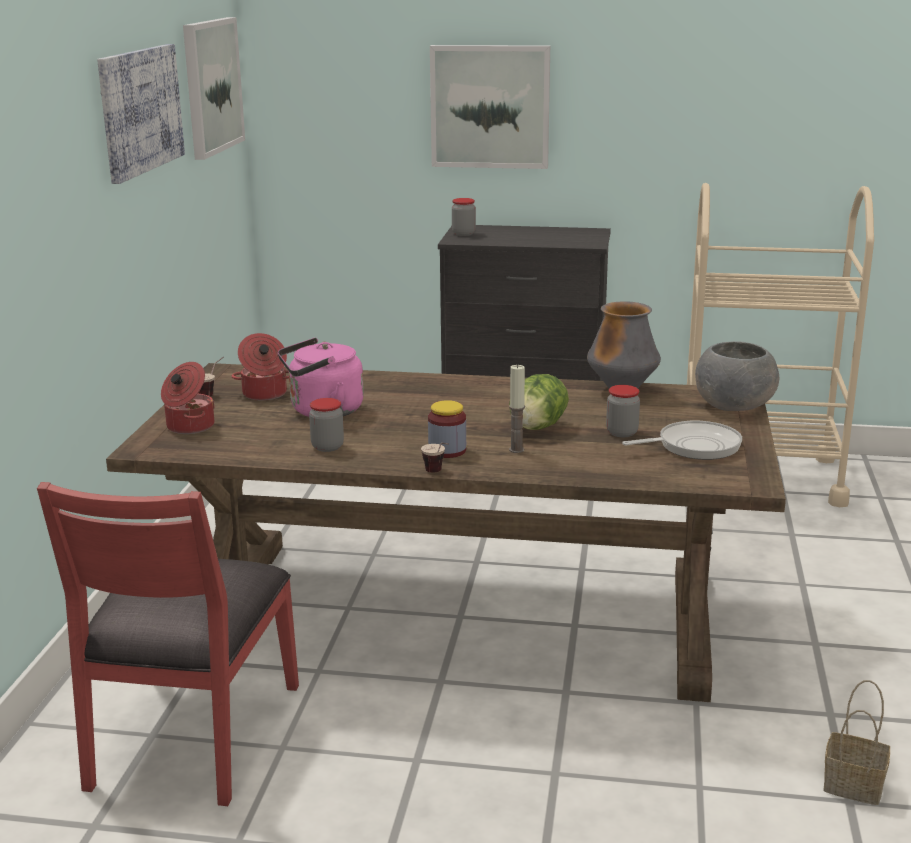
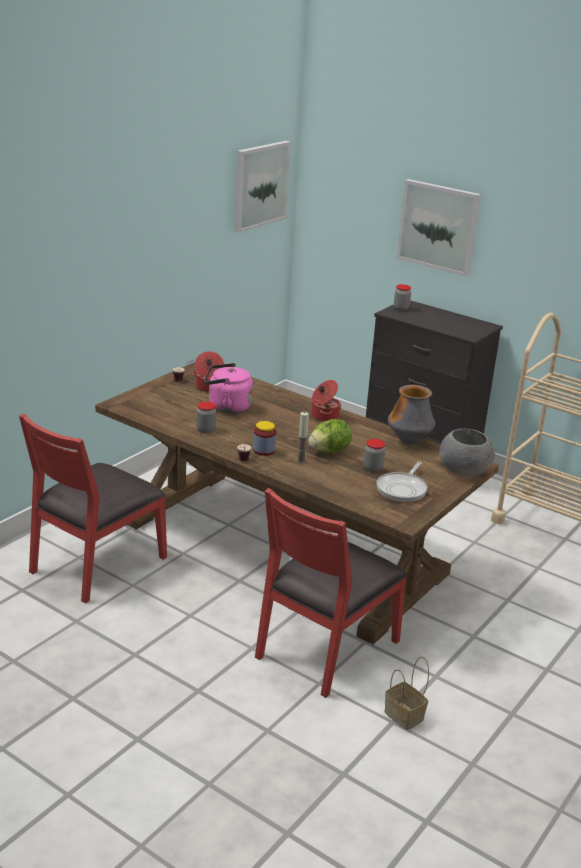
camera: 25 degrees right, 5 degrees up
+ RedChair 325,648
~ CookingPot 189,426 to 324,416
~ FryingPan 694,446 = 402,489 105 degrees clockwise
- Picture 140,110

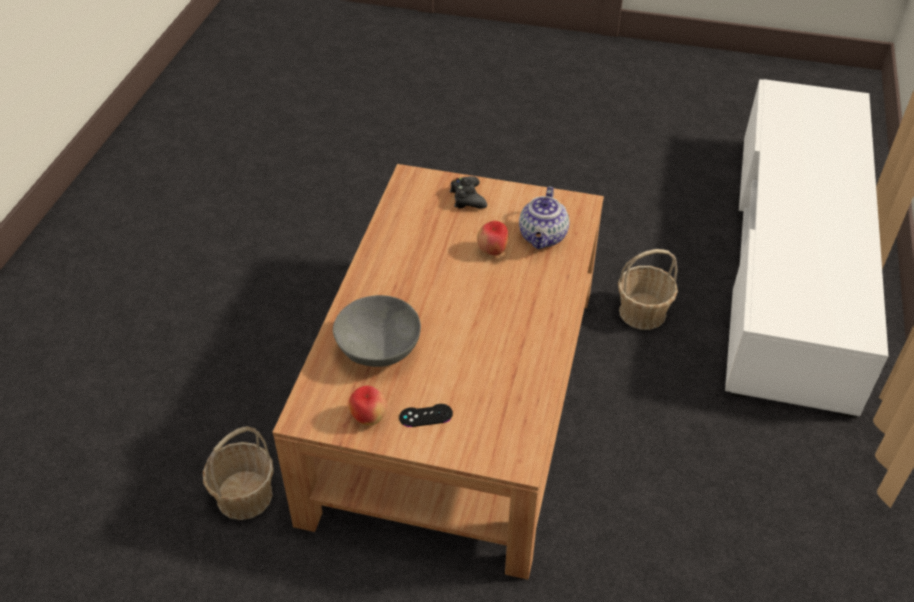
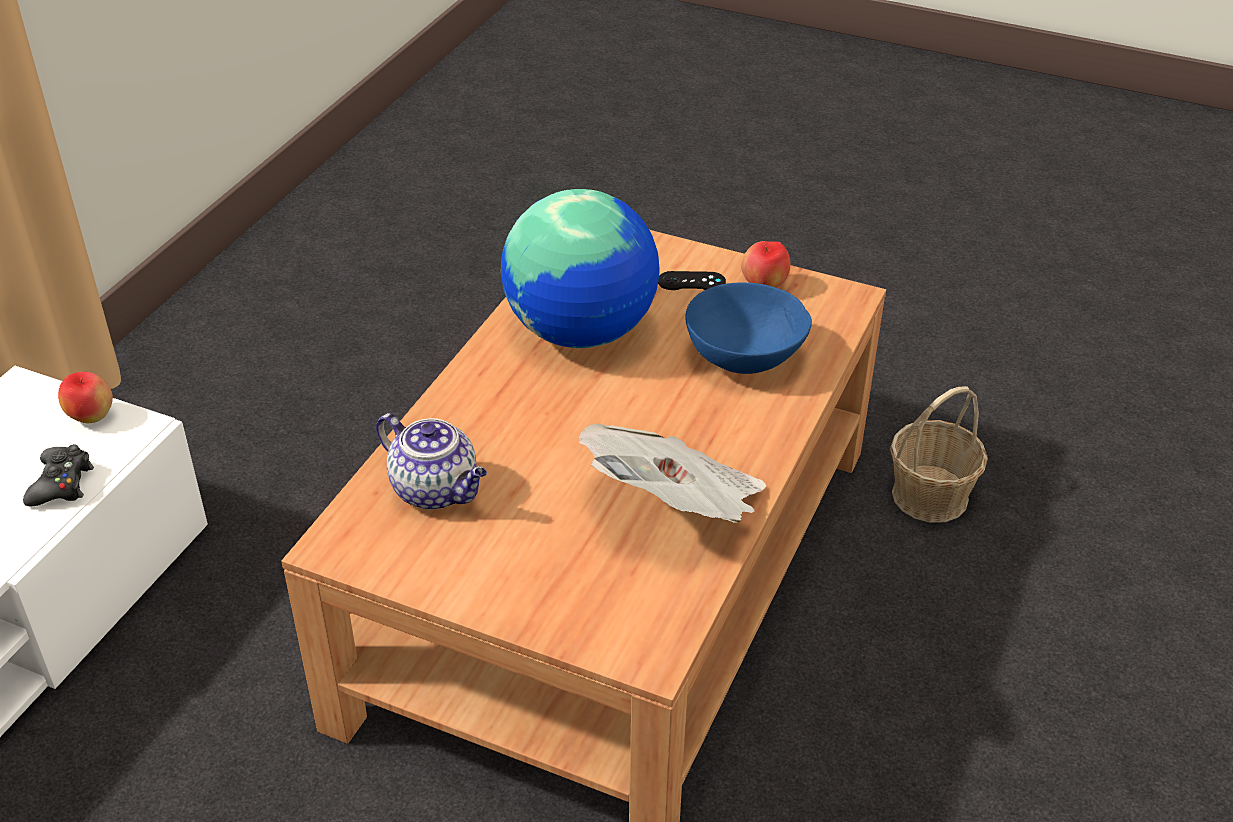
camera: 170 degrees left, 5 degrees down
~ BlackGameController 467,198 to 61,484
~ Apple 492,251 to 91,417
~ Teapot 543,237 = 437,490 105 degrees clockwise
+ Globe 582,332
+ Newspaper 676,507
~ GreyBowl 379,350 to BlueBowl 744,357
- Basket 643,312

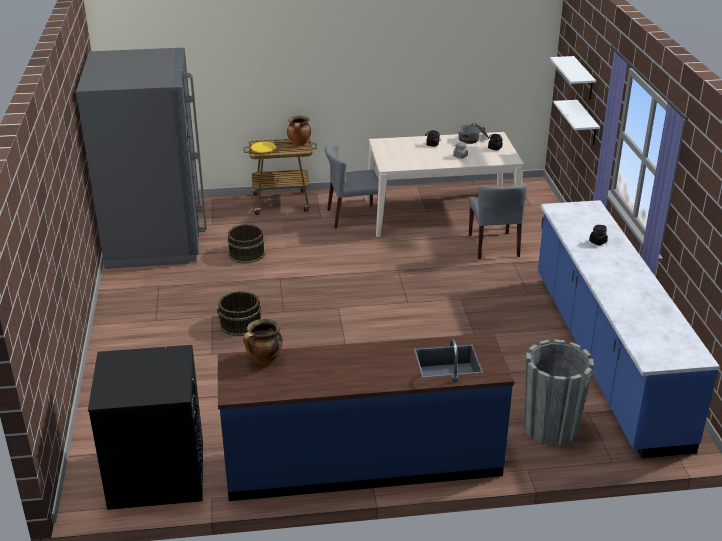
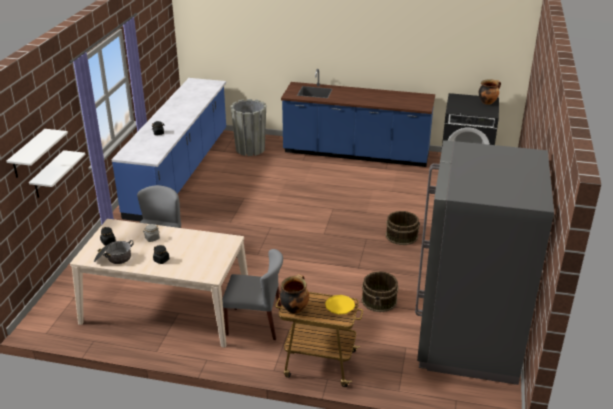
camera: 160 degrees left, 0 degrees up
~ CookingPot 264,360 to 487,102

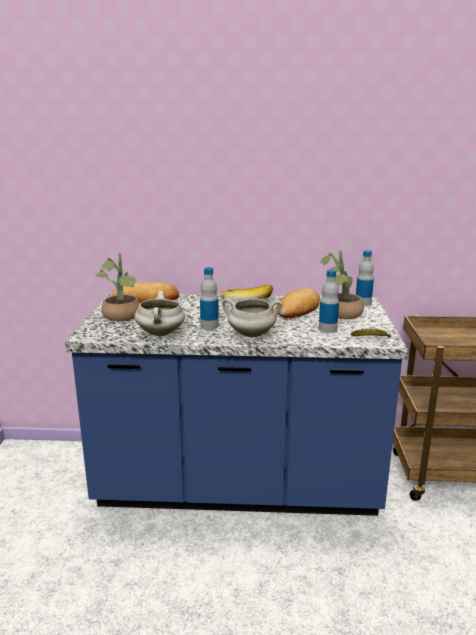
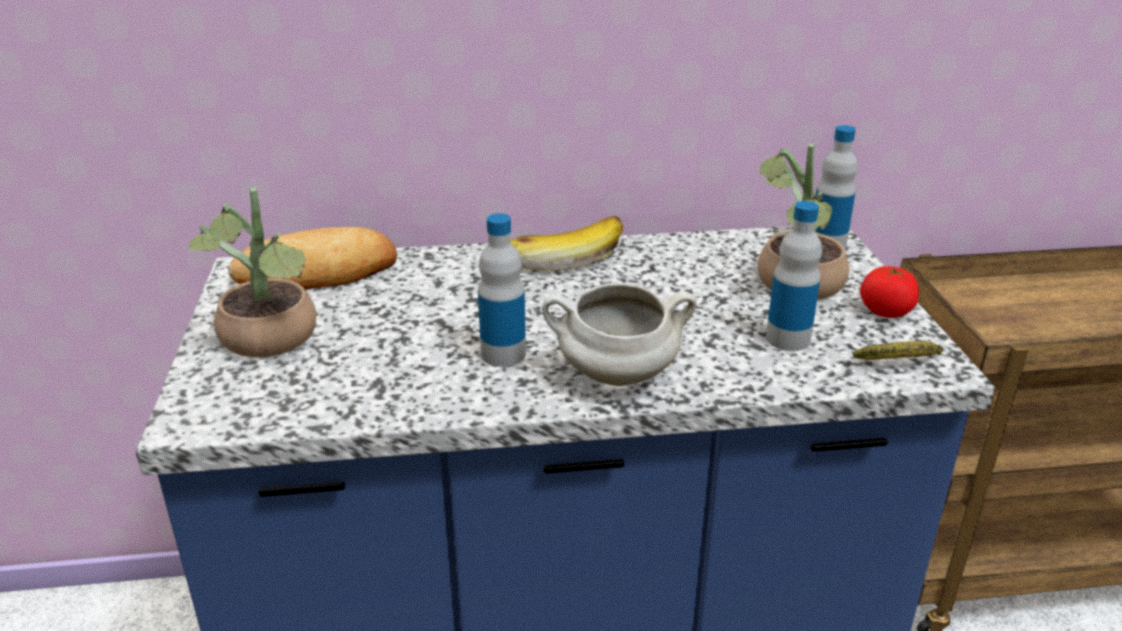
camera: 10 degrees left, 10 degrees up
+ Tomato 885,311
- WhiteCookingPot 161,334
- Bread 298,309

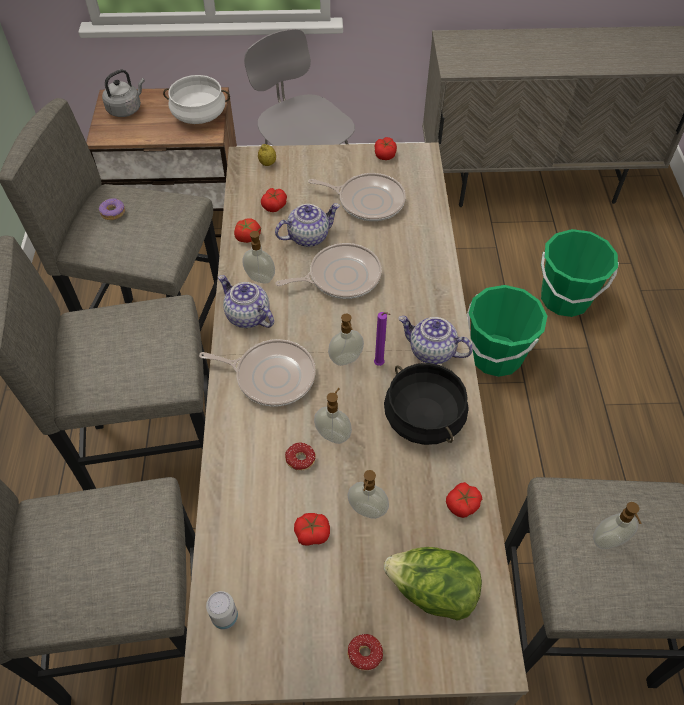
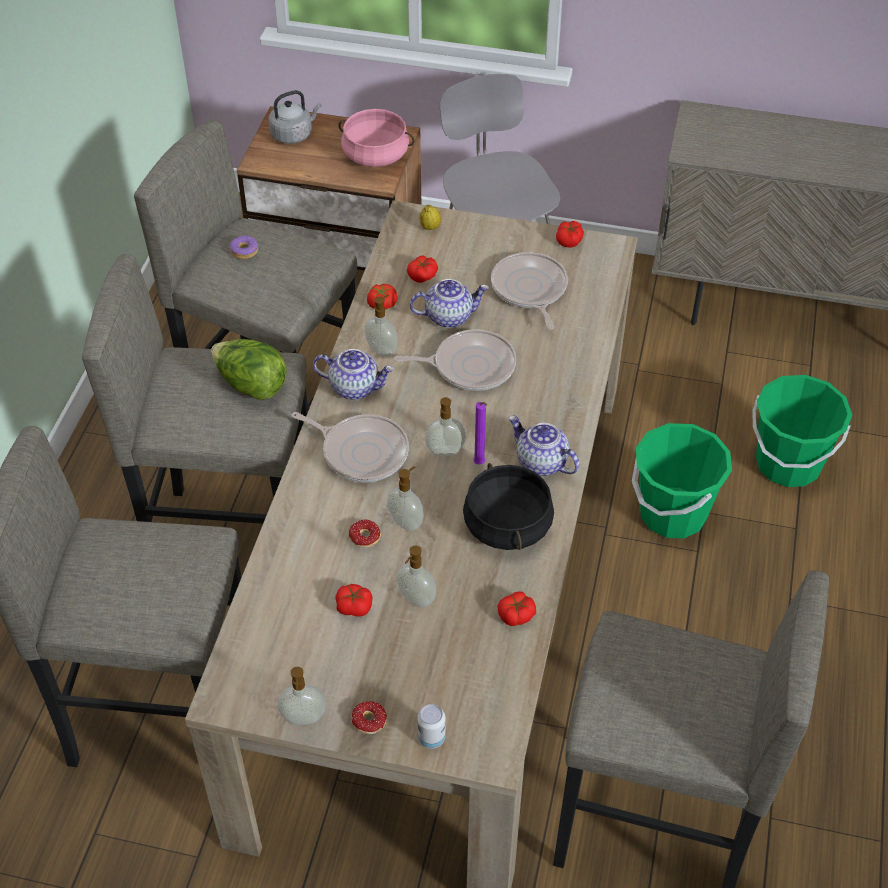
camera: 15 degrees right, 5 degrees down
~ Lettuce 432,591 to 251,385
~ SoapDispenser 608,541 to 303,719
~ Teapot 247,316 = 355,387 135 degrees clockwise
~ WhiteCookingPot 199,114 to PinkCookingPot 376,155
~ Can 225,617 to 431,738
~ FryingPan 368,201 = 529,290 135 degrees counterclockwise

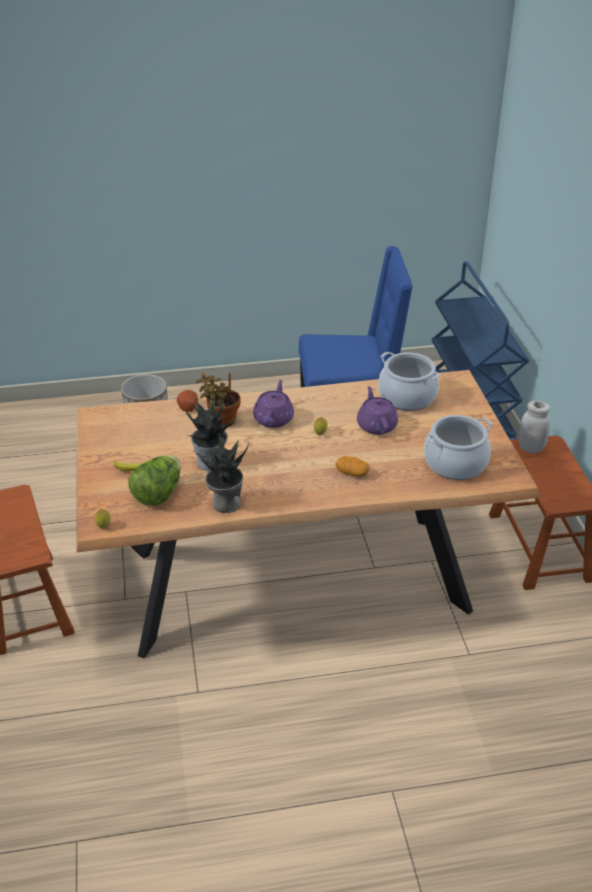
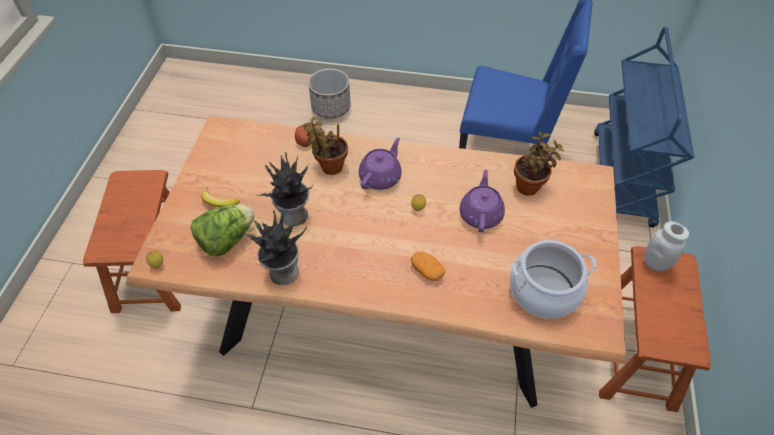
camera: 20 degrees right, 15 degrees up
~ CookingPot 407,397 to PottedPlant 529,186

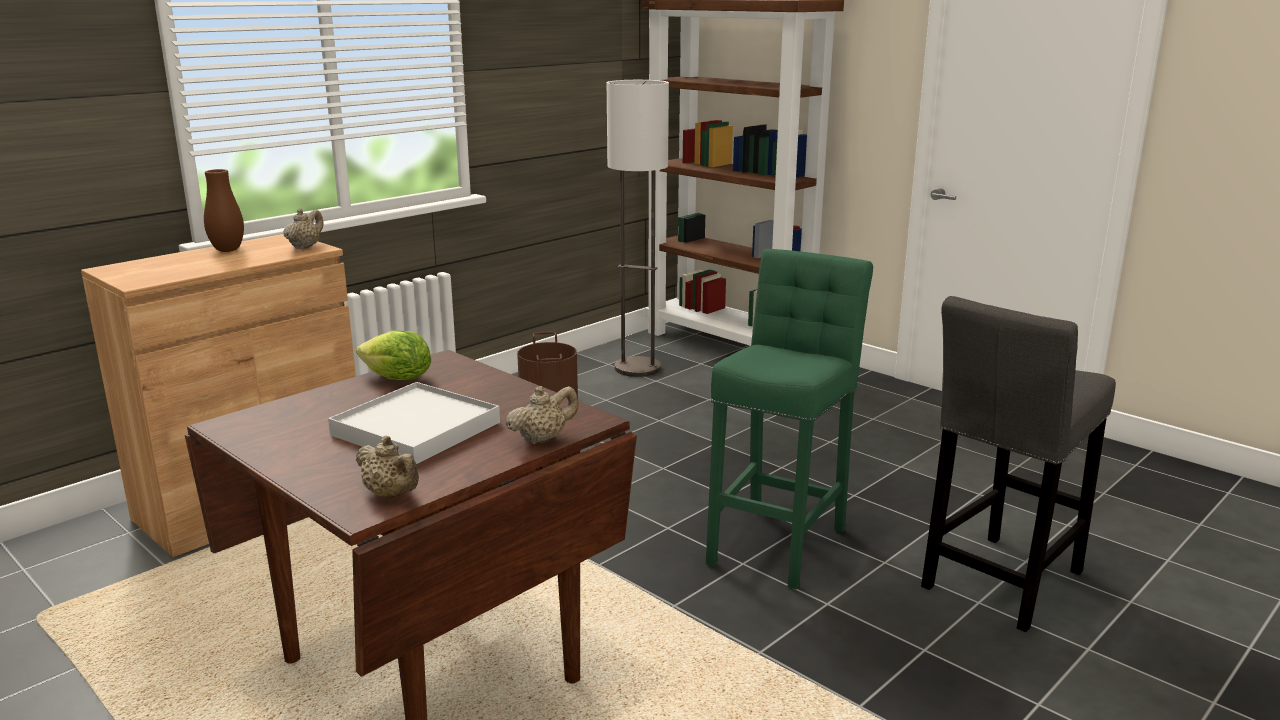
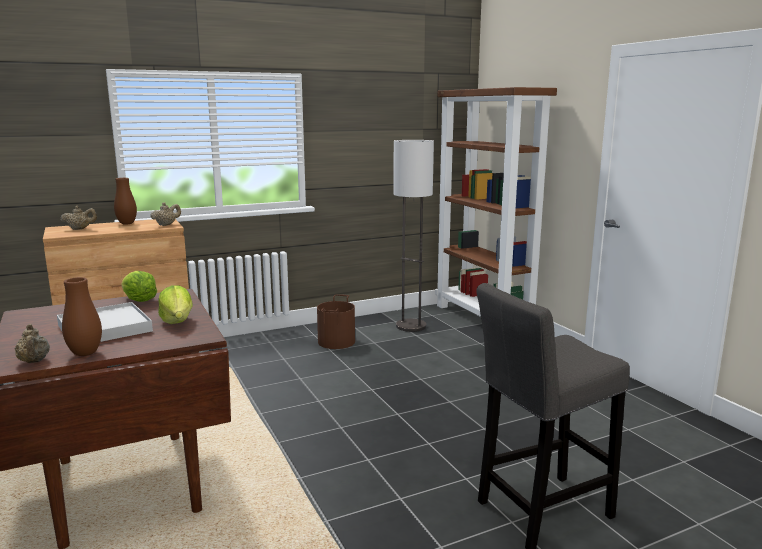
camera: 20 degrees right, 5 degrees down
~ BeigeTeapot 543,439 to 80,229
+ BrownVase 85,353
+ Lettuce 177,321
- GreenStool 779,541

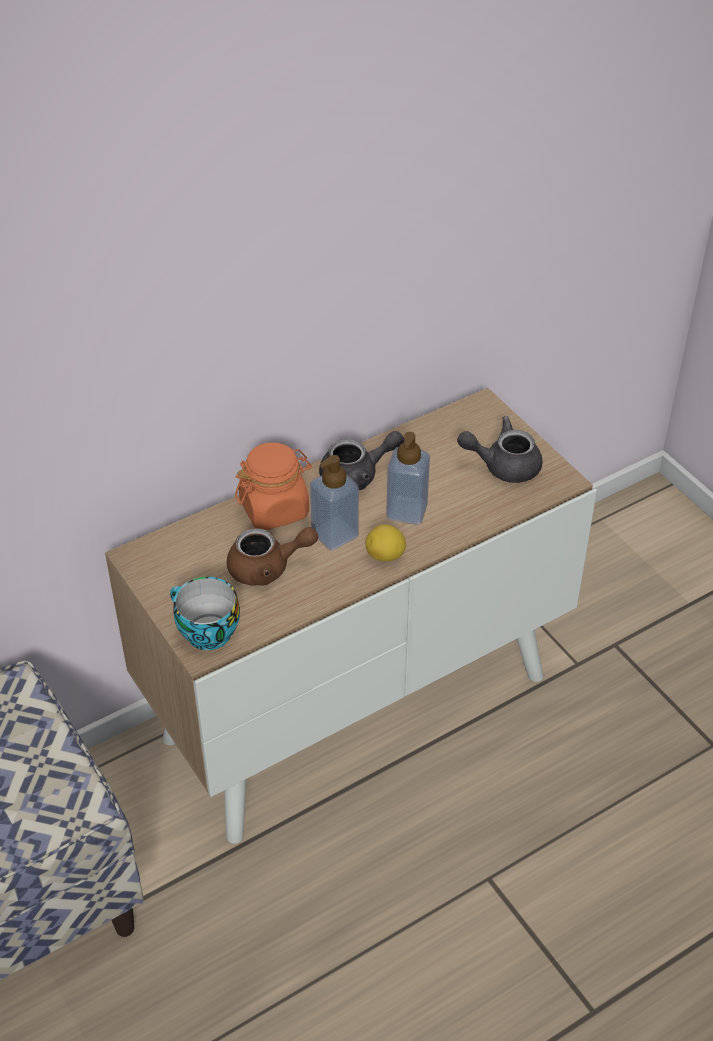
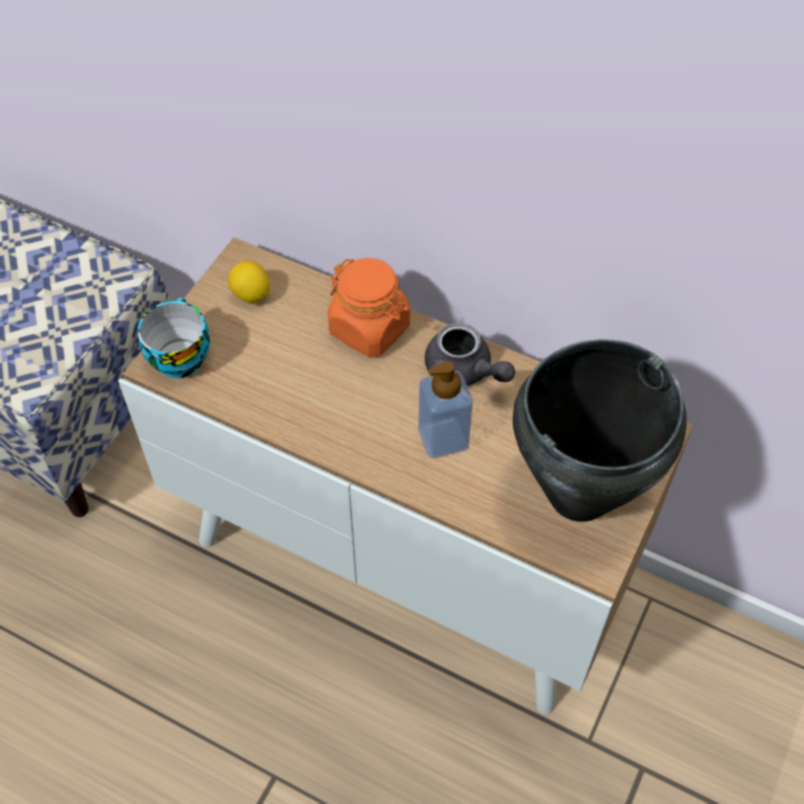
camera: 60 degrees right, 10 degrees up
~ Lemon 385,556 to 251,295
~ GreyTeapot 503,465 to BlackCookingPot 577,494
- BrownTeapot 268,568
- SoapDispenser 335,534

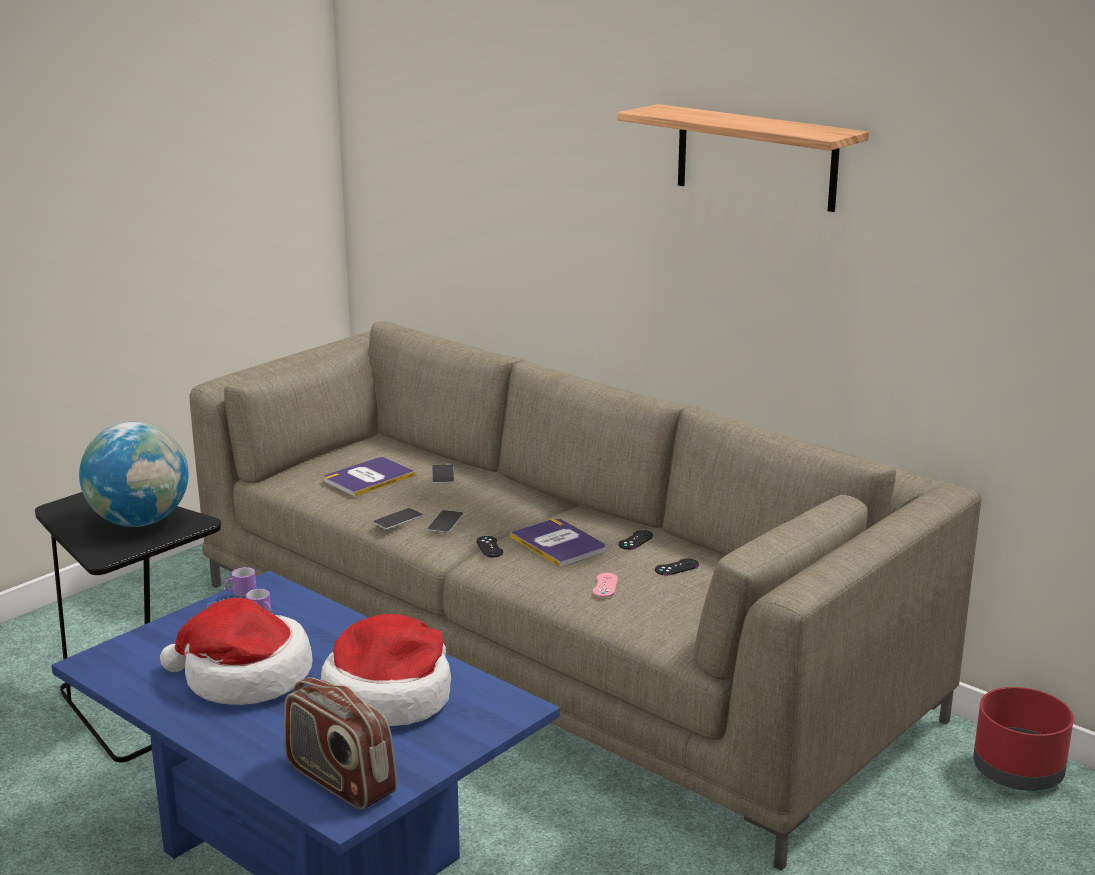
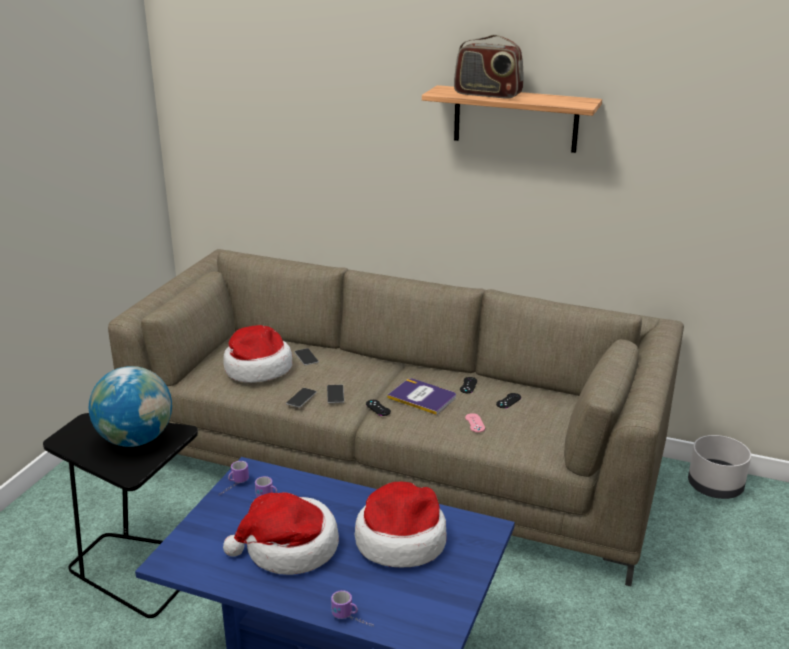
camera: 20 degrees left, 5 degrees up
~ Book 368,478 to Hat 257,368
+ Mug 353,620
~ Radio 339,780 to 487,94
~ RedPlanter 1018,772 to GreyPlanter 715,486

